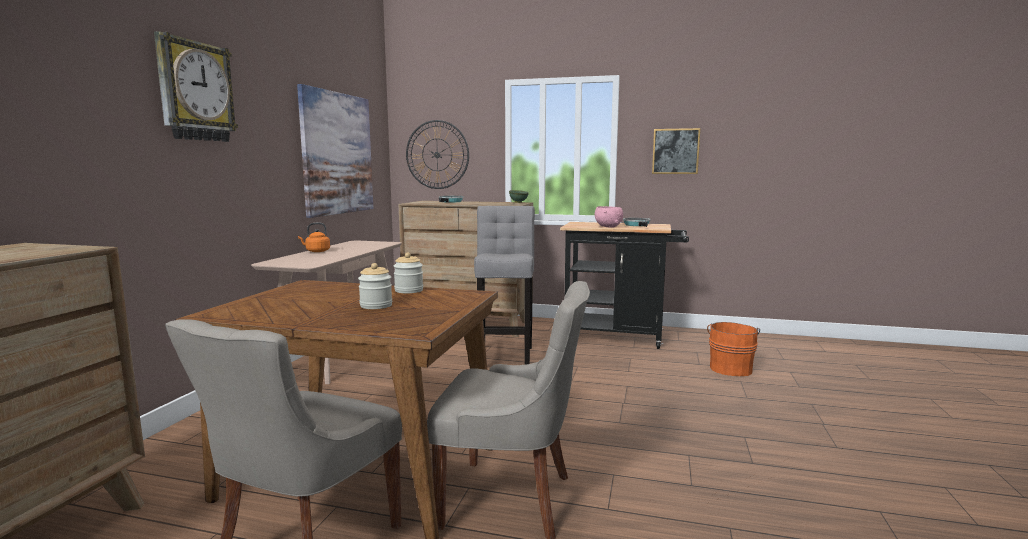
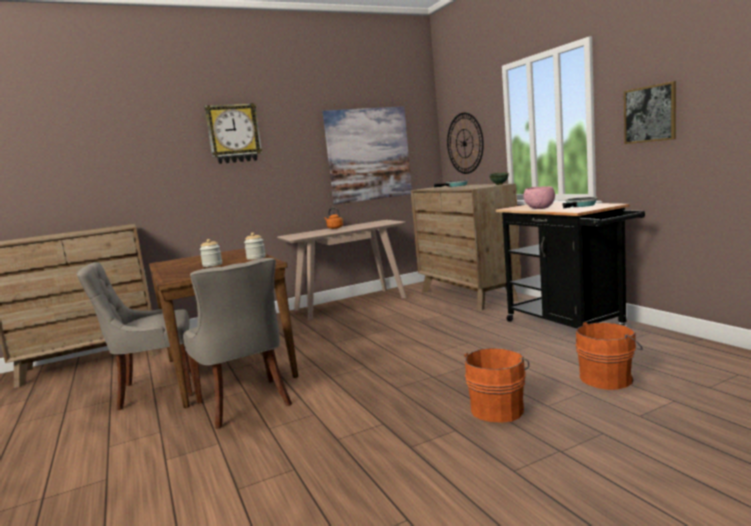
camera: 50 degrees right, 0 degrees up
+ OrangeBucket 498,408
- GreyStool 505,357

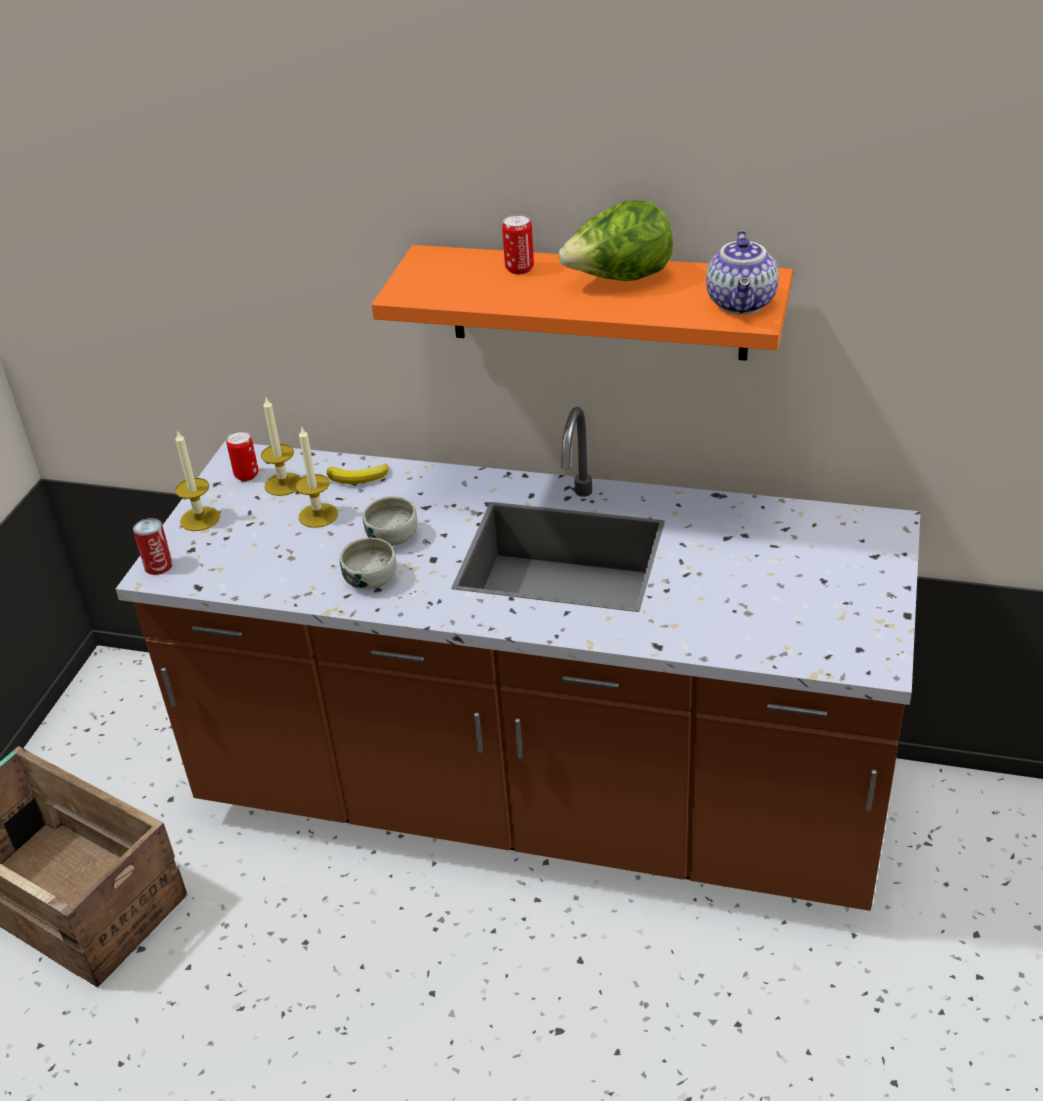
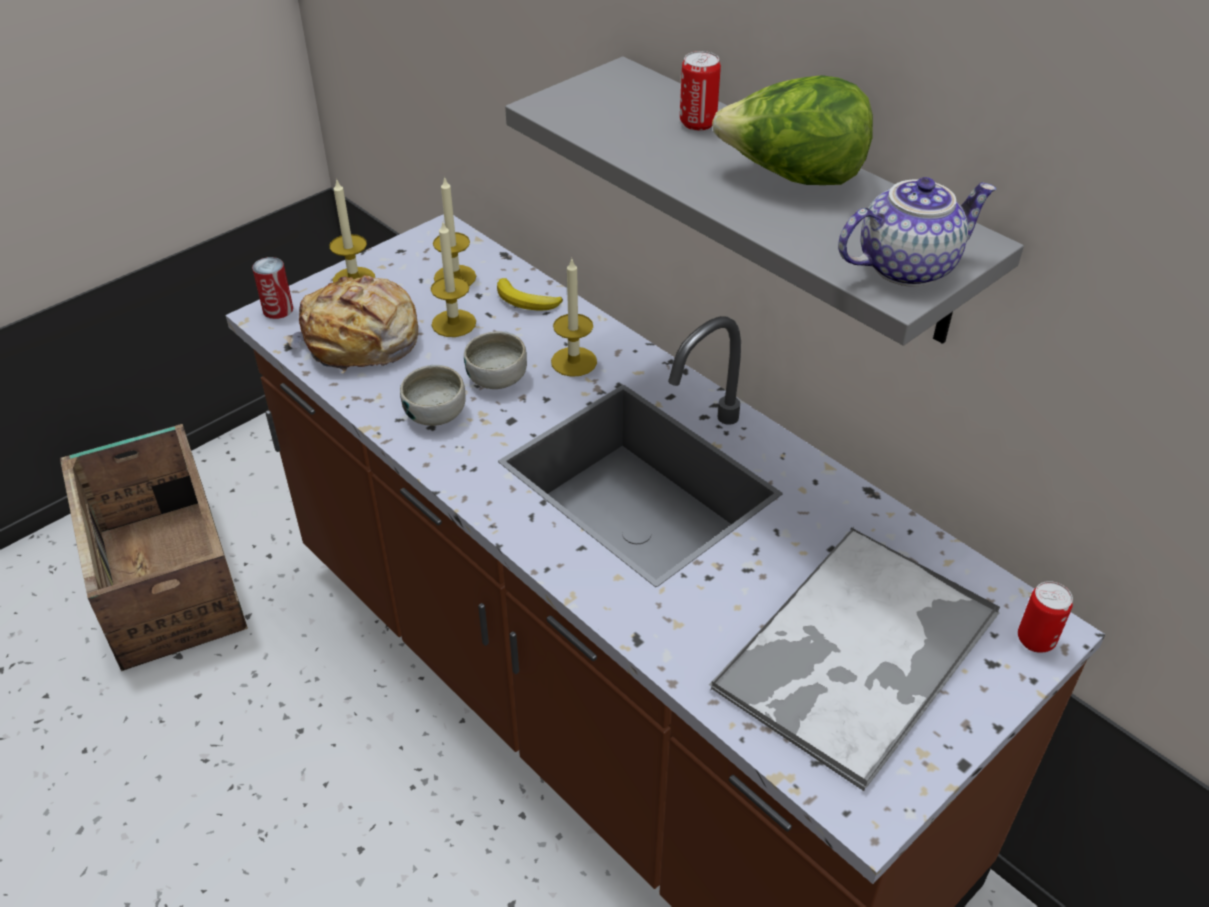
camera: 30 degrees right, 5 degrees up
+ Bread 361,341
~ OrangeShelf 597,302 to GreyShelf 793,199
+ Candle 574,361
+ Tray 855,654
~ Teapot 742,304 = 906,266 150 degrees counterclockwise
~ Can 246,475 to 1035,640

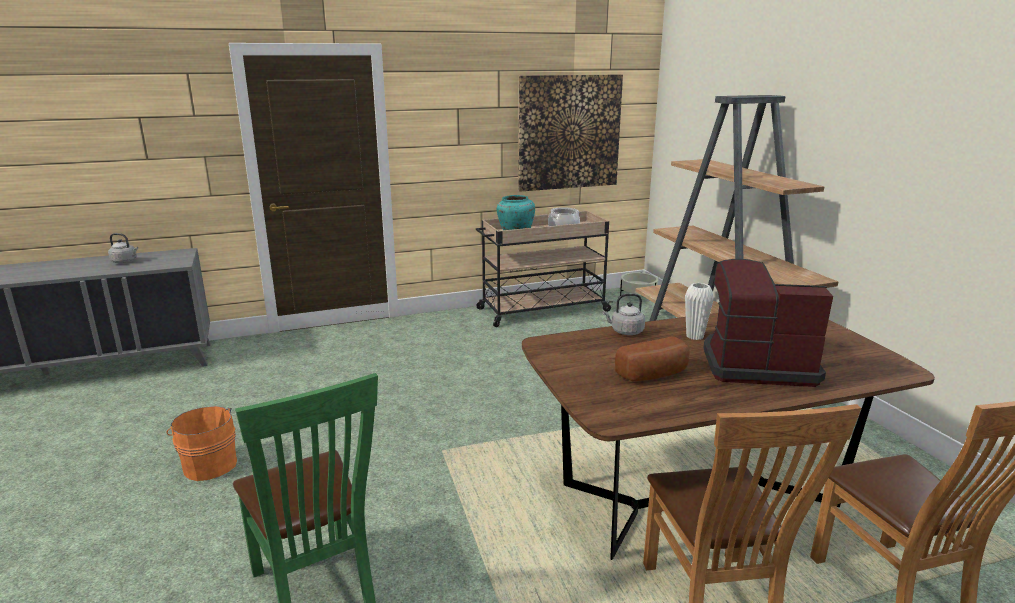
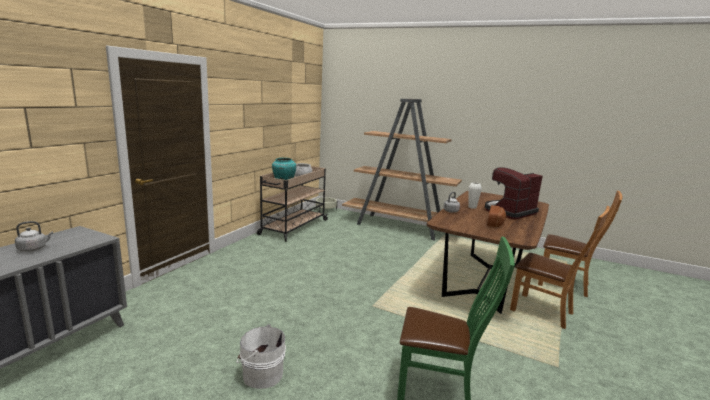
camera: 45 degrees left, 5 degrees down
~ OrangeBucket 209,464 to WhiteBucket 261,374
- Picture 569,132

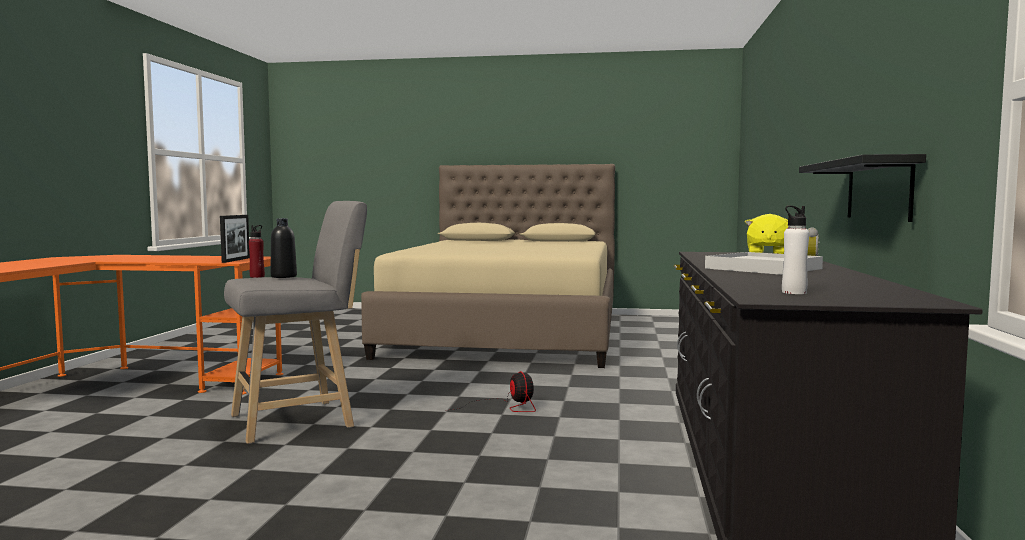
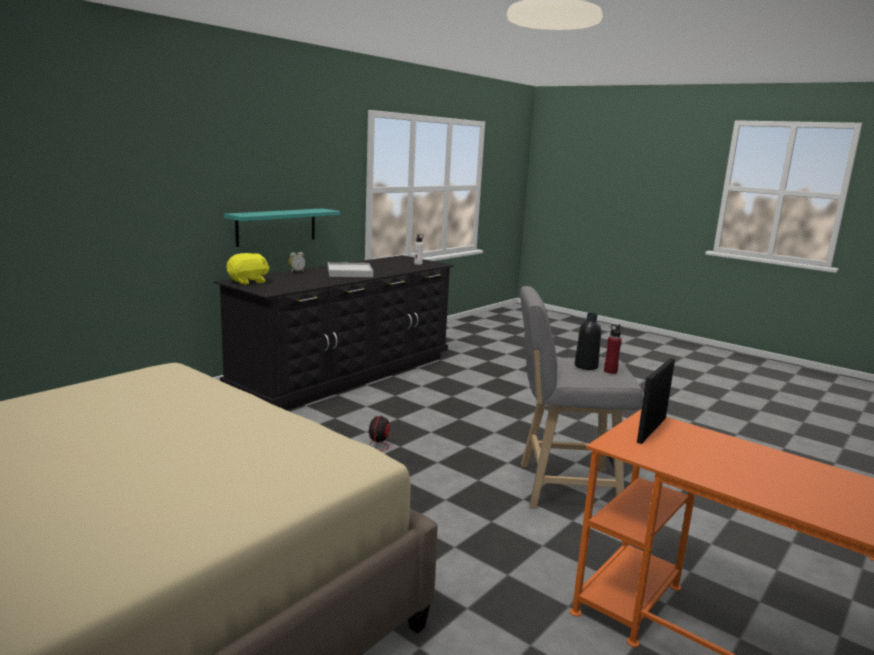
camera: 150 degrees left, 10 degrees up
~ BlackShelf 878,190 to TurquoiseShelf 276,226

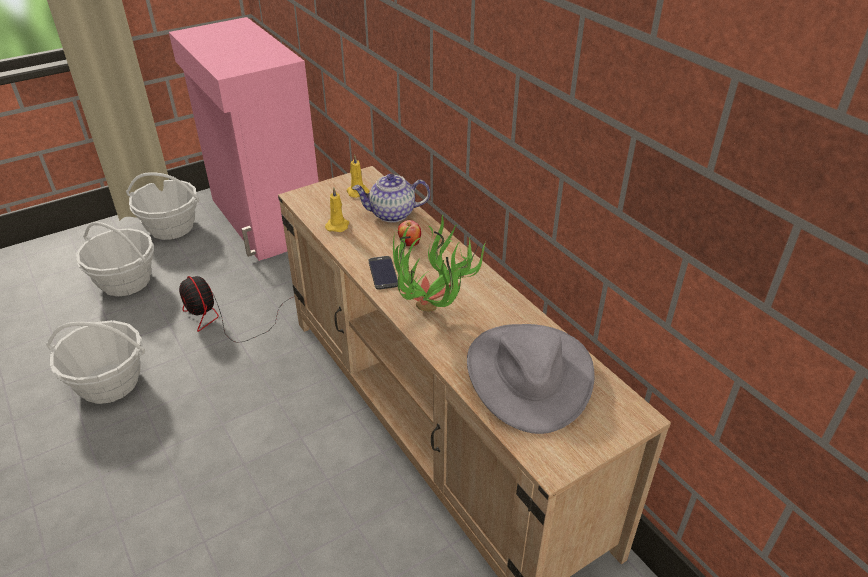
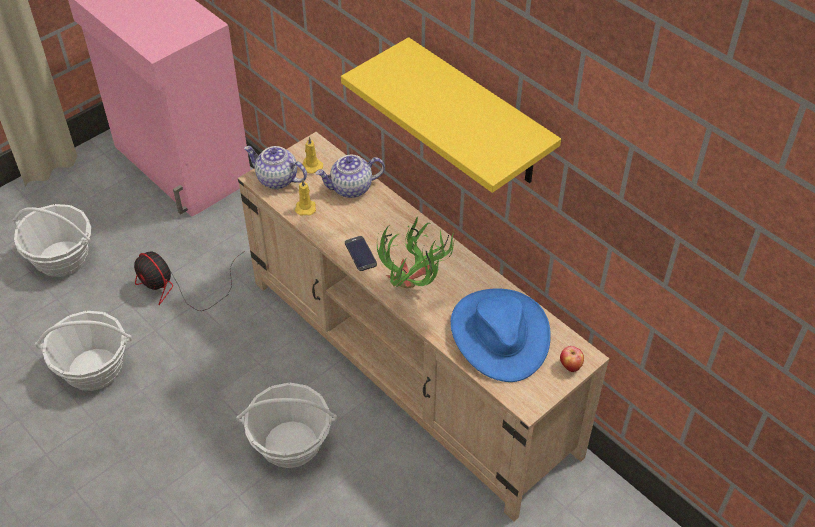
camera: 10 degrees left, 10 degrees up
~ Basket 171,227 to 291,444
+ Teapot 276,179
+ YellowShelf 479,115
~ GreyHat 528,375 to BlueHat 499,334
~ Apple 409,244 to 570,366

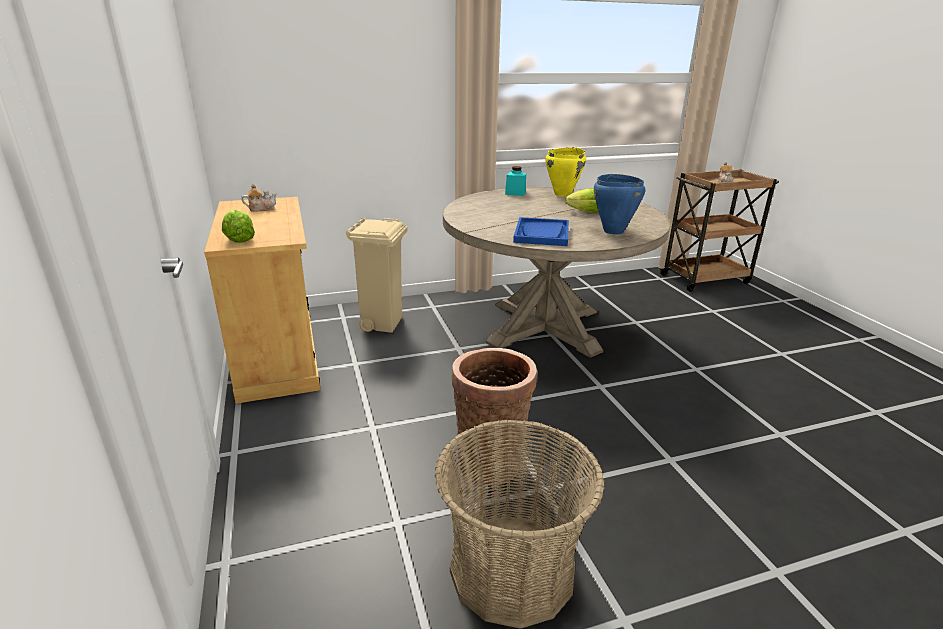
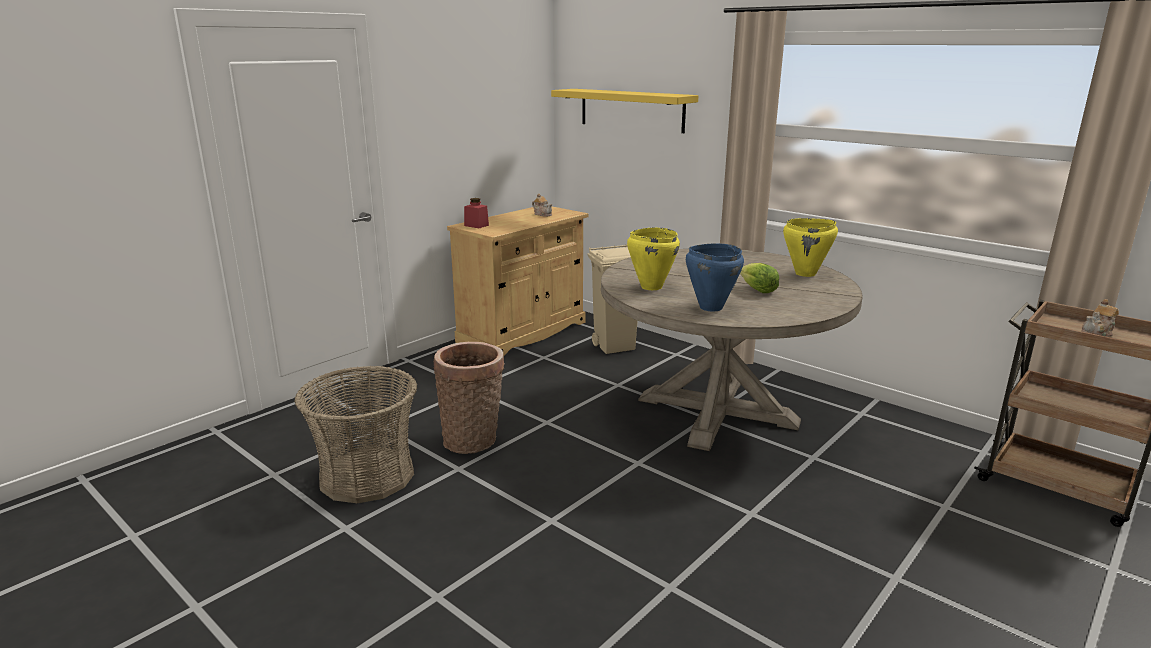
camera: 60 degrees right, 5 degrees down
~ Lettuce 239,239 to RedJar 476,225
+ YellowShelf 631,110
~ BlueTray 542,234 to YellowCookingPot 651,287
- TurquoiseJar 515,193

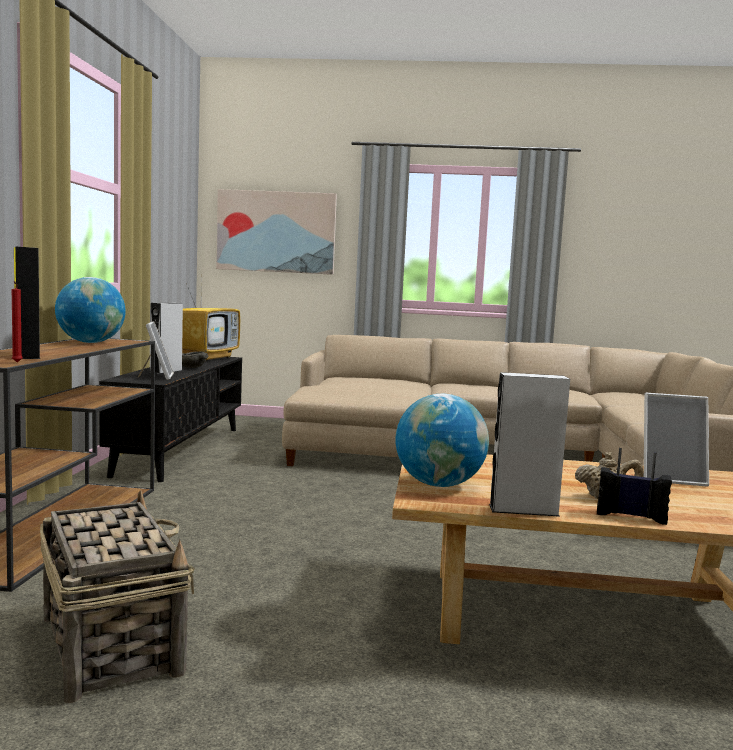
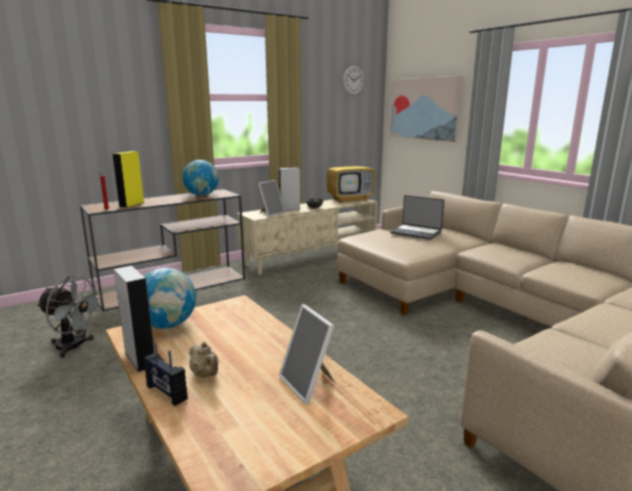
camera: 50 degrees right, 10 degrees up
~ Basket 110,643 to GreyFan 75,347
~ Radio 631,516 = 166,393 150 degrees clockwise
~ BlackTvStand 180,450 to BeigeTvStand 311,256
+ WallClock 353,80
+ Laptop 416,233

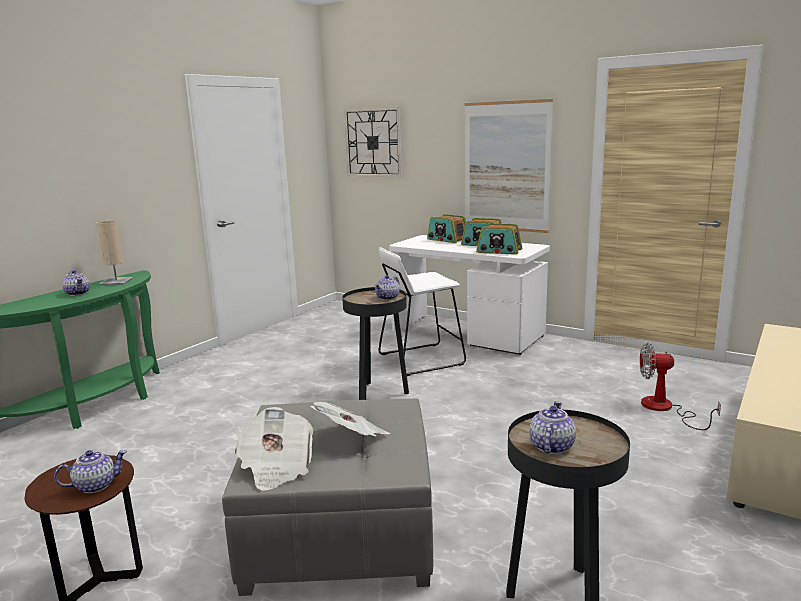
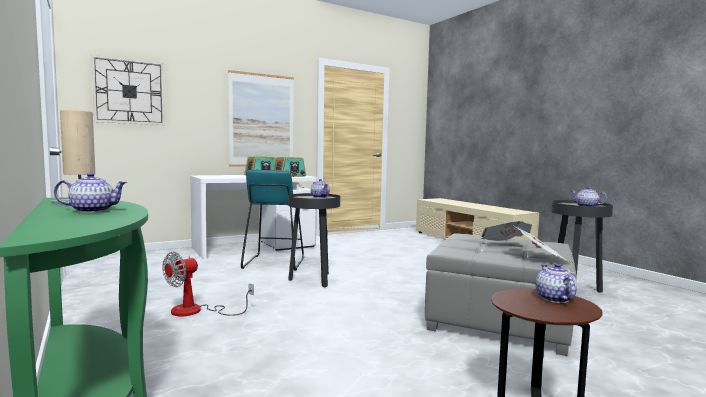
camera: 65 degrees left, 10 degrees down
~ Fan 665,409 to 197,311
~ WhiteStool 421,359 to TurquoiseStool 274,262
- Radio 447,239

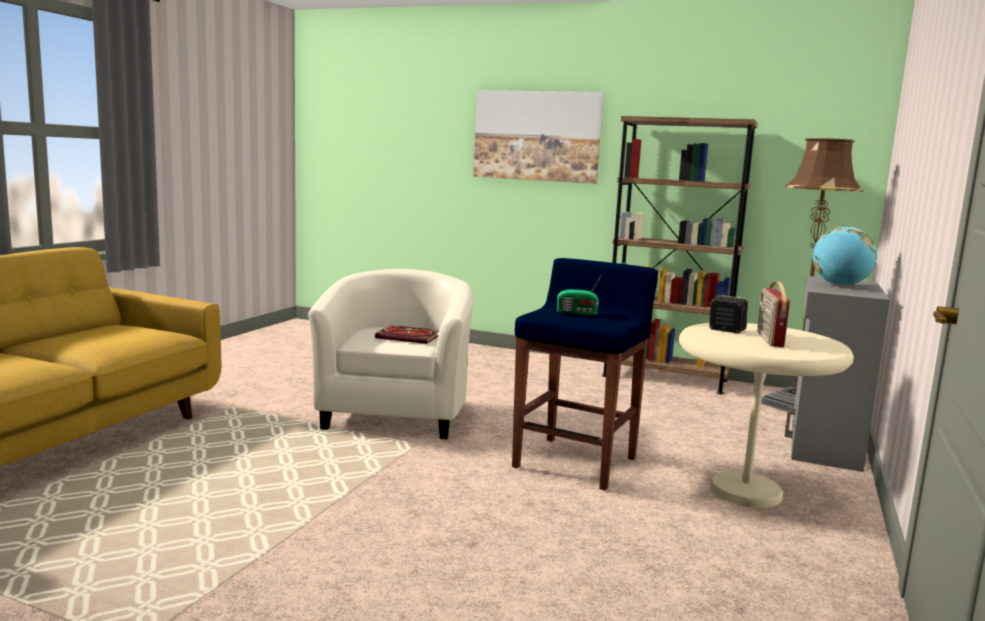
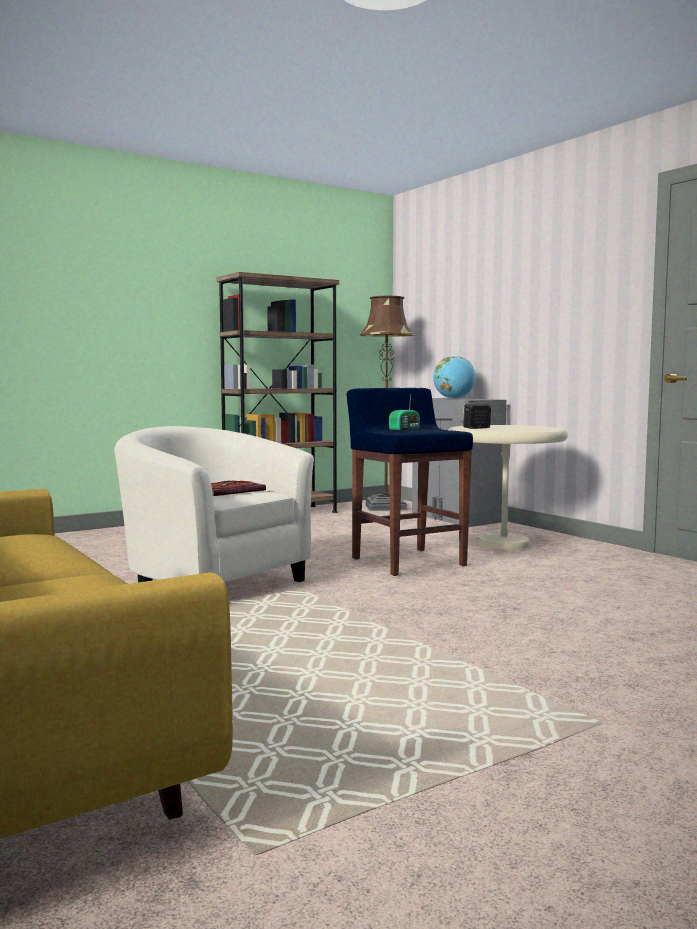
camera: 55 degrees left, 5 degrees down
- Picture 537,136
- Radio 769,339

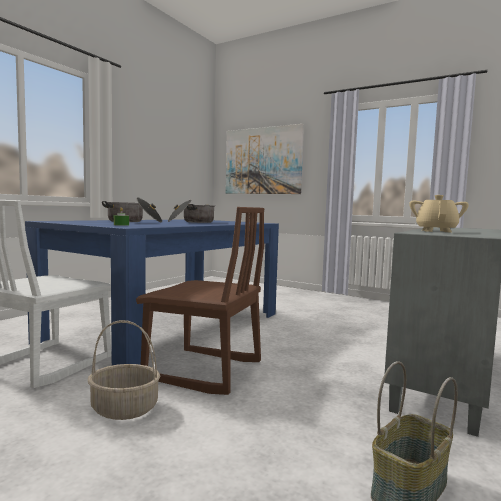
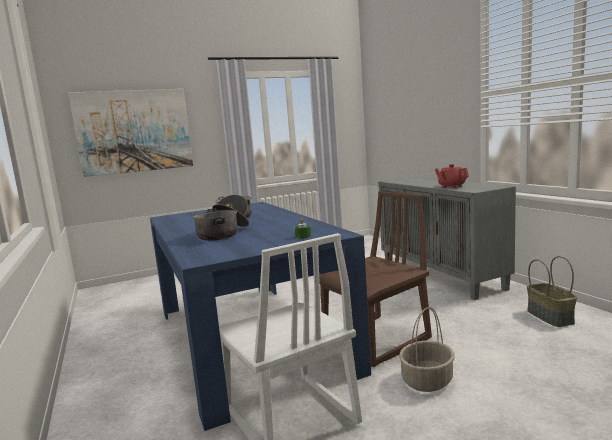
camera: 55 degrees left, 5 degrees up
~ BeigeTeapot 436,231 to RedTeapot 451,186

